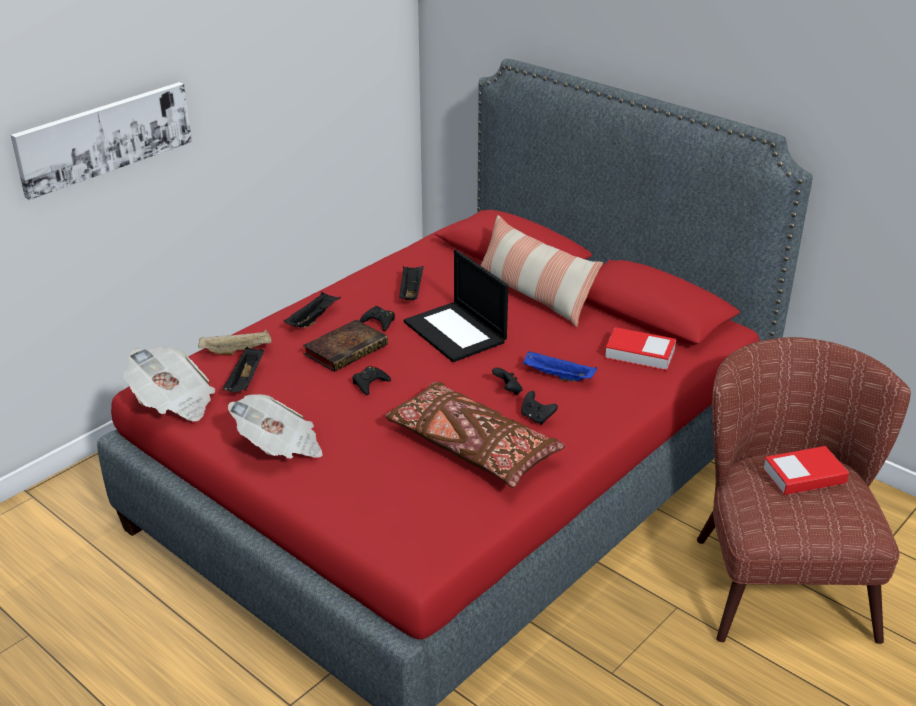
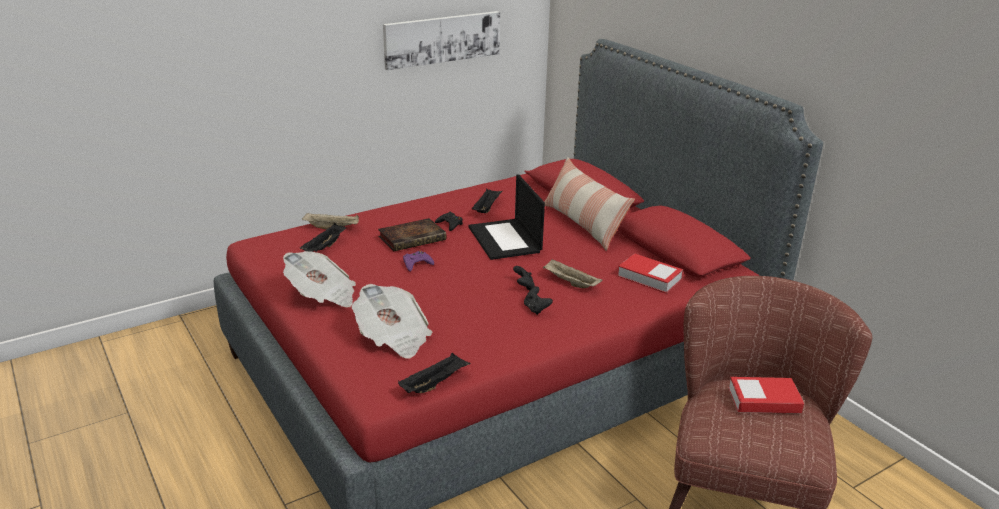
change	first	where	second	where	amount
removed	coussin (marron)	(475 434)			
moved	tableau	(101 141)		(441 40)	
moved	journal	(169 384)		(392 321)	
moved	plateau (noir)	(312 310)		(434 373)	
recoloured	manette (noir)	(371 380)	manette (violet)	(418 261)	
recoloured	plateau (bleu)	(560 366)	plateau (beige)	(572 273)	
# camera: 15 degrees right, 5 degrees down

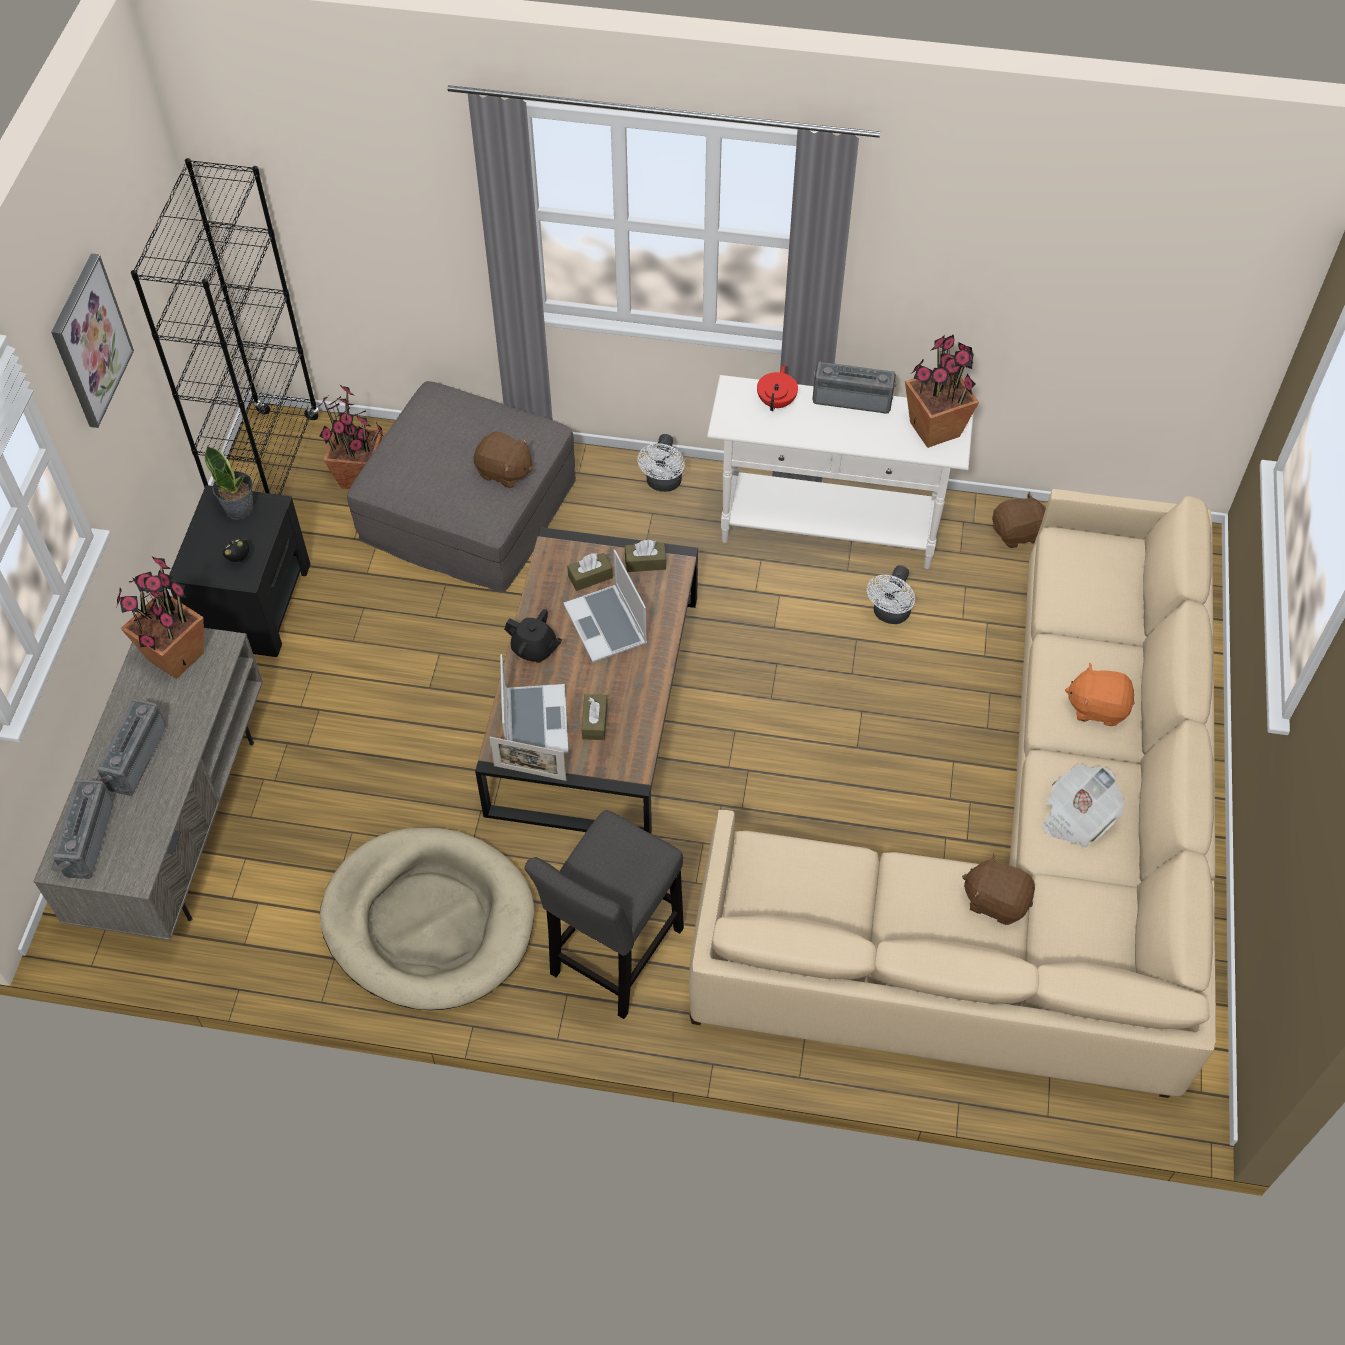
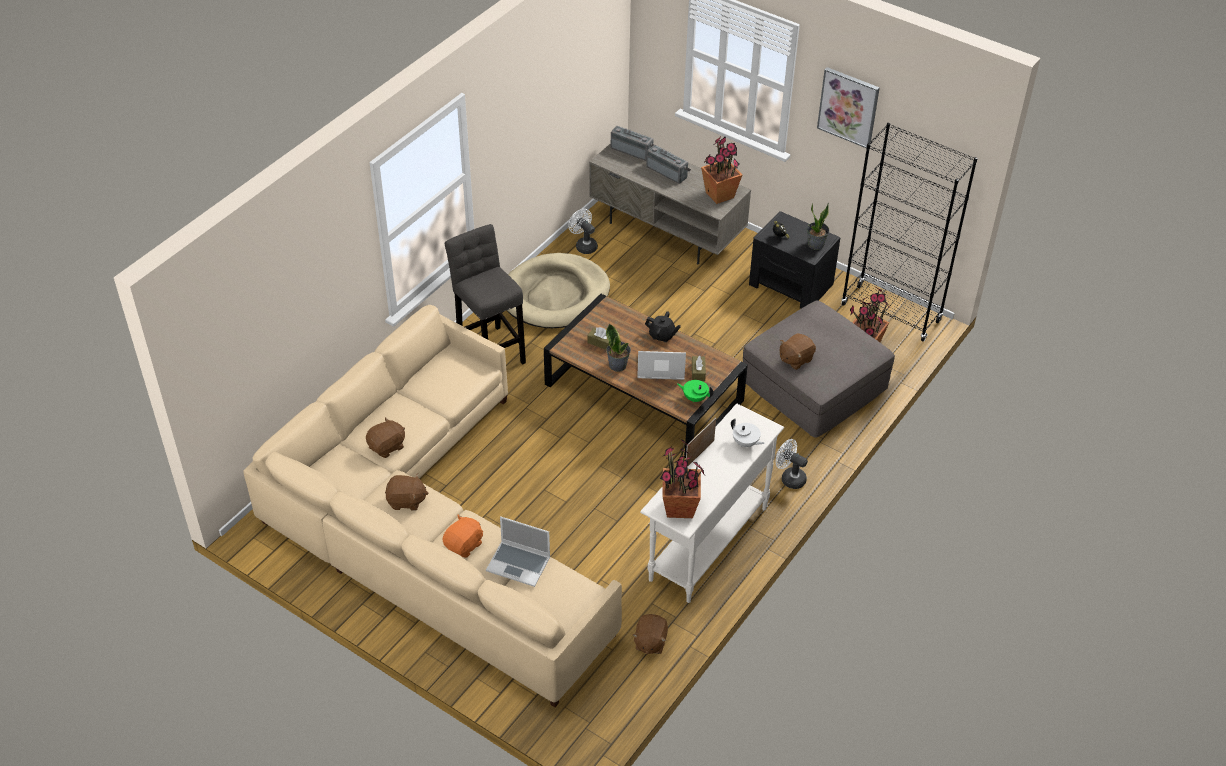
change	first	where	second	where	amount
removed	radio	(854 387)			
added			plante en pot	(618 347)	
moved	cadre photo	(527 759)		(701 442)	
moved	ordinateur portable	(534 704)		(518 551)	
moved	ventilateur (blanc)	(891 594)		(583 231)	
replaced	boîte à mouchoirs (marron)	(645 556)	théière (vert)	(695 391)	
replaced	journal	(1084 806)	peluche (marron)	(407 491)	
recoloured	théière (rouge)	(777 388)	théière (blanc)	(748 433)	
turned	théière (noir)	(533 636)		(663 326)	120 degrees counterclockwise
# camera: 115 degrees right, 10 degrees down

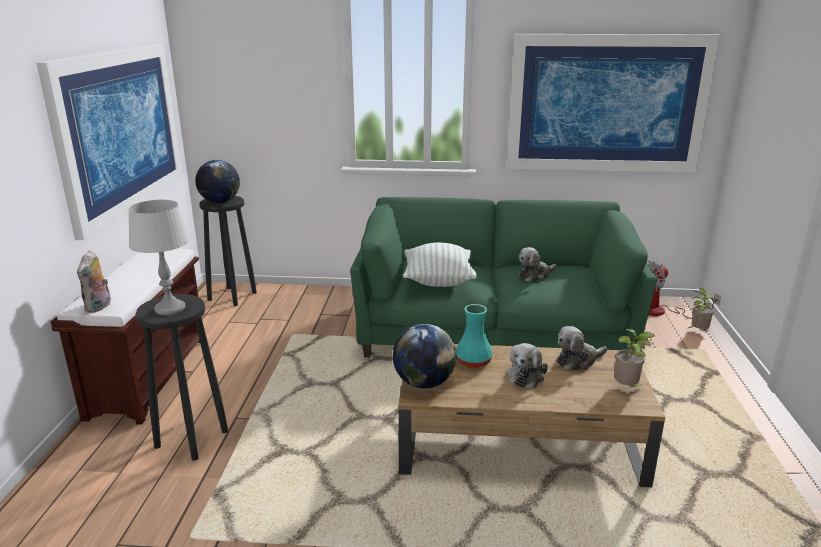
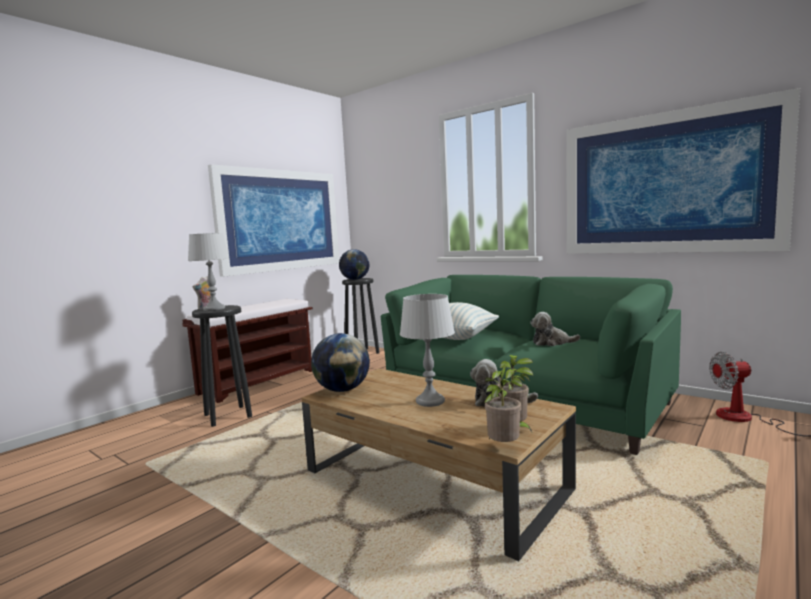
change	first	where	second	where	amount
removed	vase (turquoise)	(474 336)			
moved	plante en pot	(701 308)		(502 403)	
replaced	peluche	(527 366)	lampe de table (gris)	(427 350)	
# camera: 35 degrees right, 15 degrees down

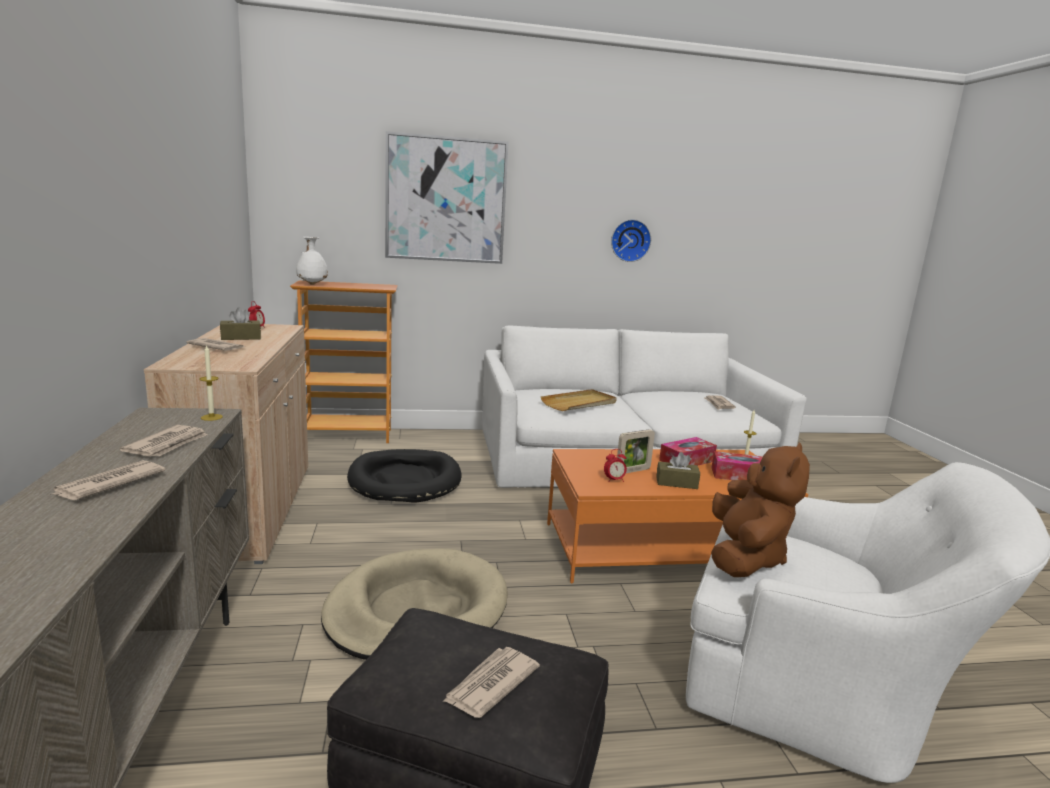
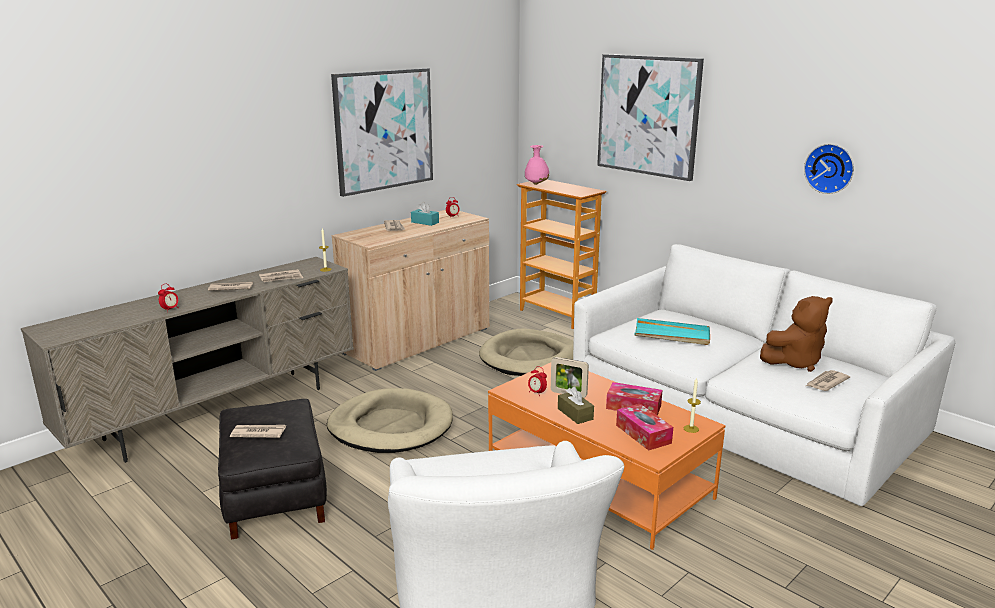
change	first	where	second	where	amount
added			réveil	(168 298)	
added			tableau	(382 132)	
moved	peluche (marron)	(760 509)		(796 334)	
recoloured	boîte à mouchoirs (marron)	(240 323)	boîte à mouchoirs (turquoise)	(425 214)	
recoloured	vase (blanc)	(312 261)	vase (rose)	(537 165)	
recoloured	panier pour chien (noir)	(404 476)	panier pour chien (beige)	(526 352)	
recoloured	plateau (beige)	(579 400)	plateau (turquoise)	(672 331)	
# camera: 55 degrees right, 5 degrees up

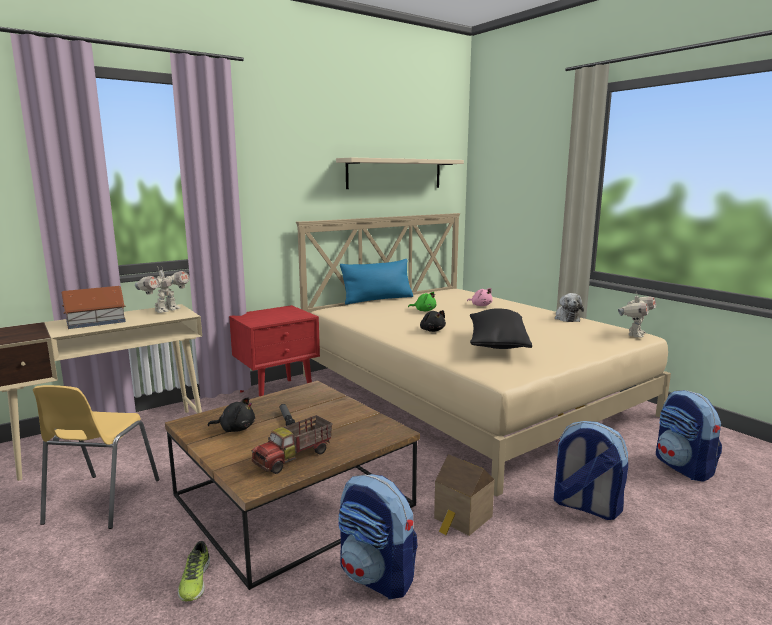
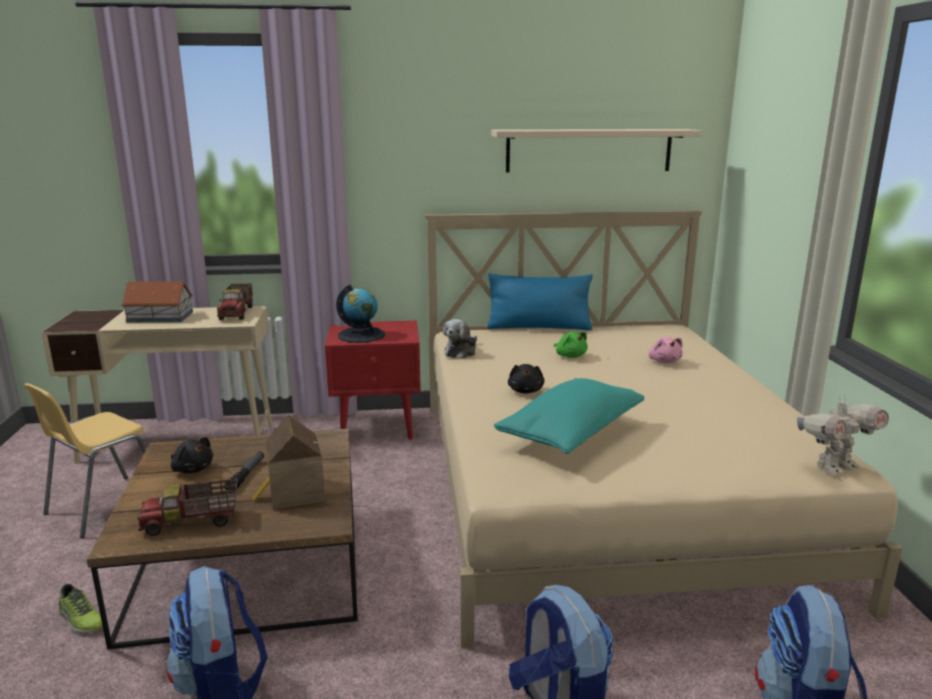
change	first	where	second	where	amount
added			globe	(360 313)	
moved	maison miniature	(464 495)		(289 462)	
moved	peluche	(569 307)		(460 339)	
replaced	robot jouet	(162 289)	camion jouet	(235 301)	
recoloured	coussin (noir)	(501 328)	coussin (turquoise)	(569 416)	
turned	chaussure	(194 571)		(81 609)	75 degrees counterclockwise
# camera: 30 degrees right, 5 degrees up

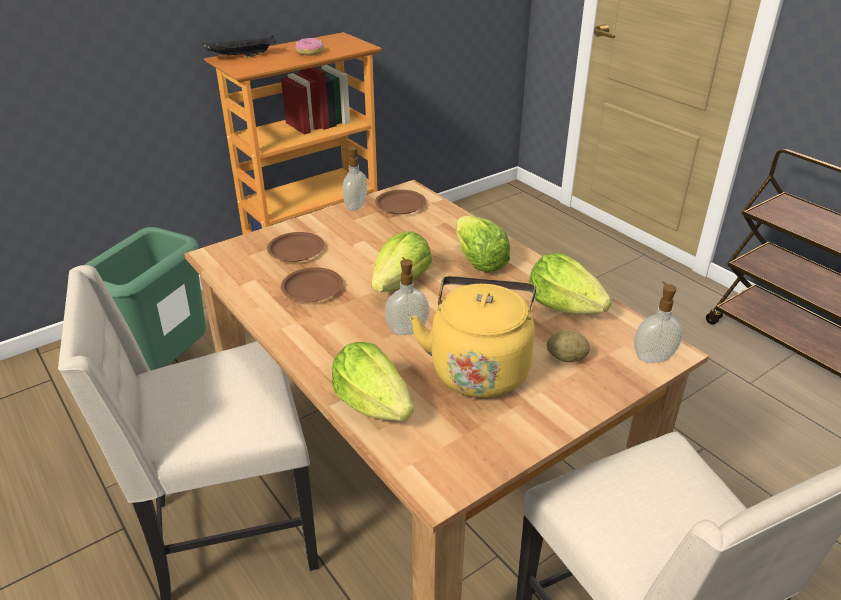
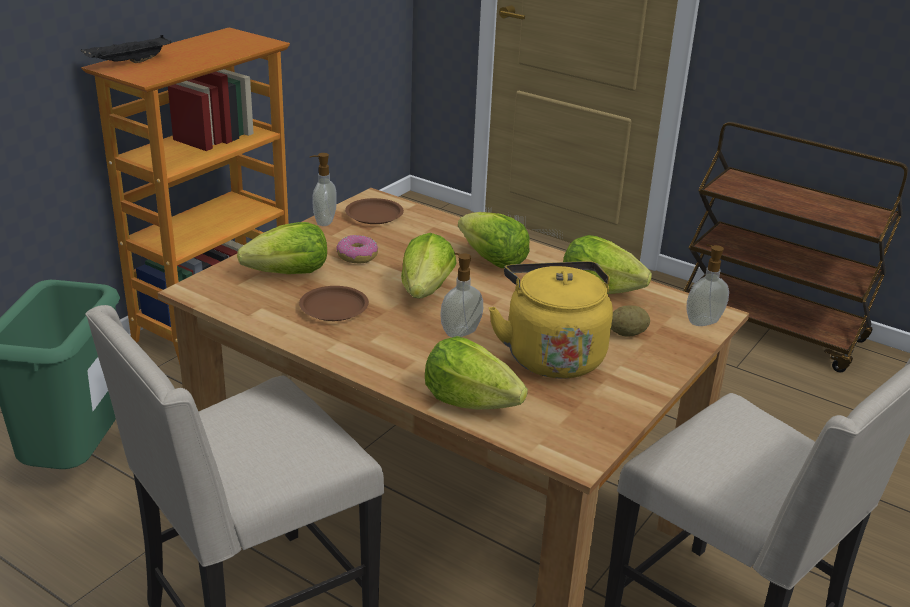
change	first	where	second	where	amount
moved	beignet	(309 47)		(357 249)	
replaced	assiette (marron)	(295 247)	laitue	(282 248)	
# camera: 20 degrees left, 5 degrees down

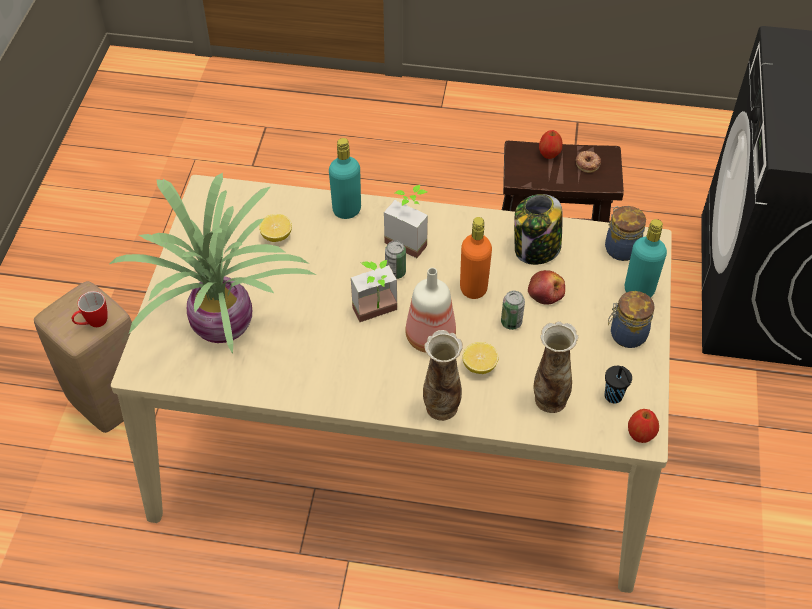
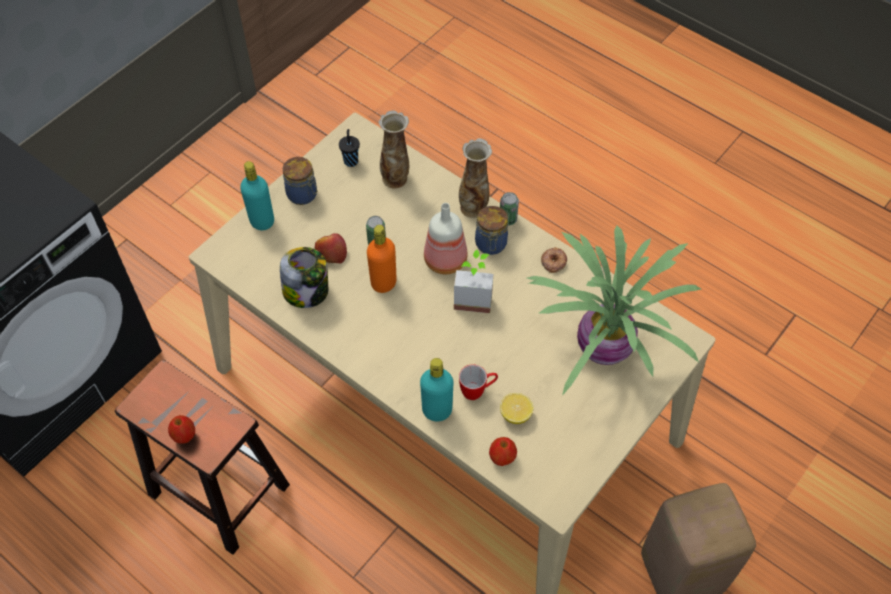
change	first	where	second	where	amount
removed	plante en pot	(406 221)			
removed	citron	(480 358)			
moved	mug	(90 309)		(478 382)	
moved	boîte métallique	(395 259)		(509 208)	
moved	beignet	(588 162)		(554 260)	
moved	bocal	(625 233)		(491 230)	
moved	pomme	(643 426)		(503 451)	
# camera: 150 degrees left, 5 degrees up

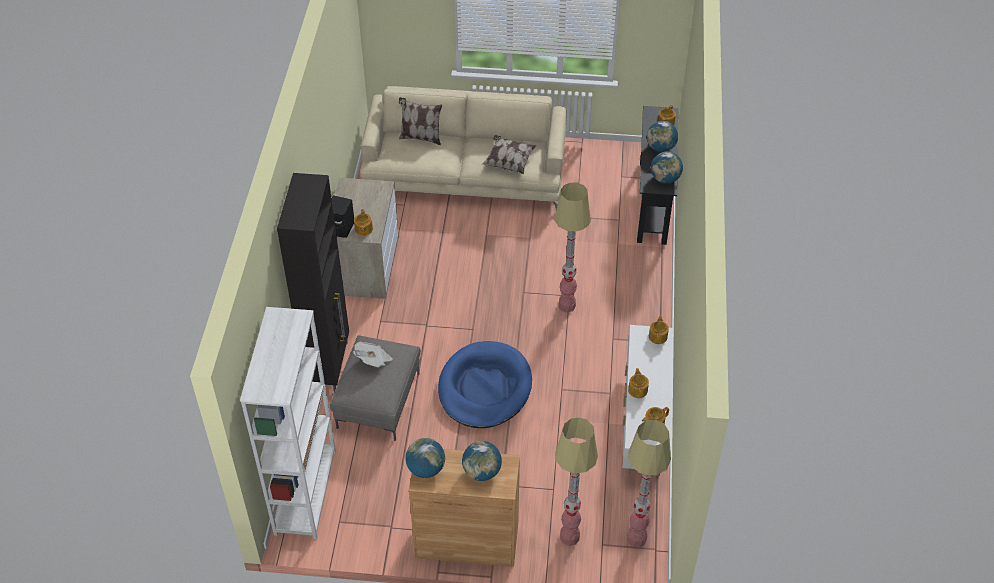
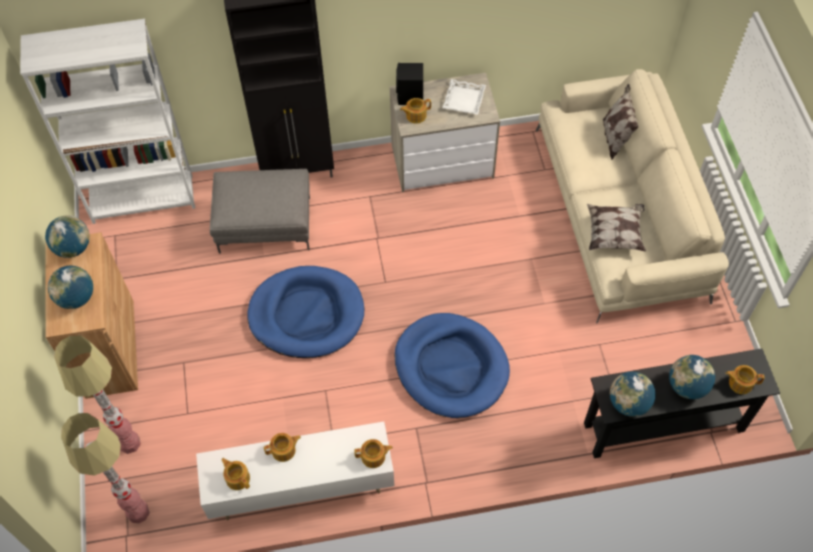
change	first	where	second	where	amount
removed	journal	(373 354)			
added			plateau (blanc)	(464 97)	
replaced	lampadaire	(572 248)	panier pour chien (bleu)	(452 365)	
# camera: 75 degrees right, 10 degrees up

